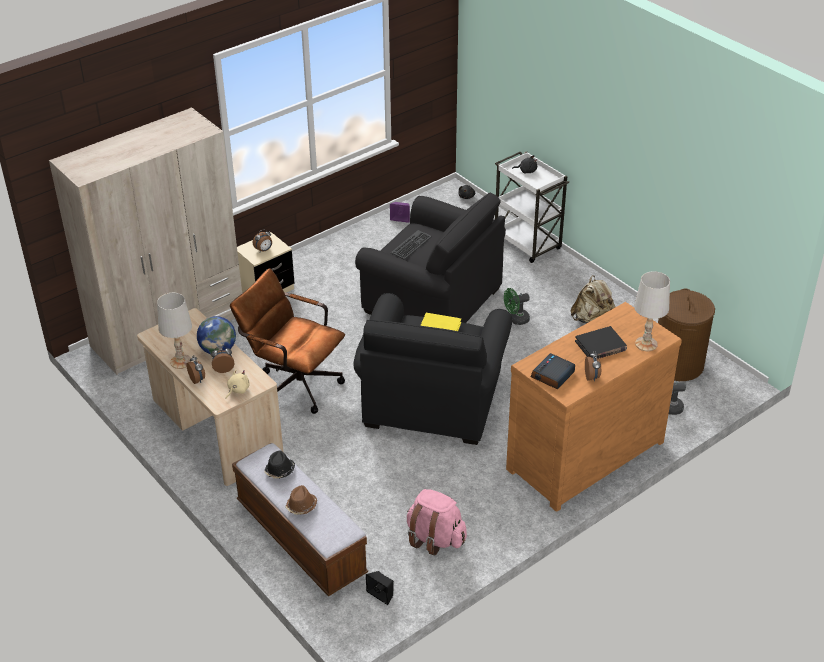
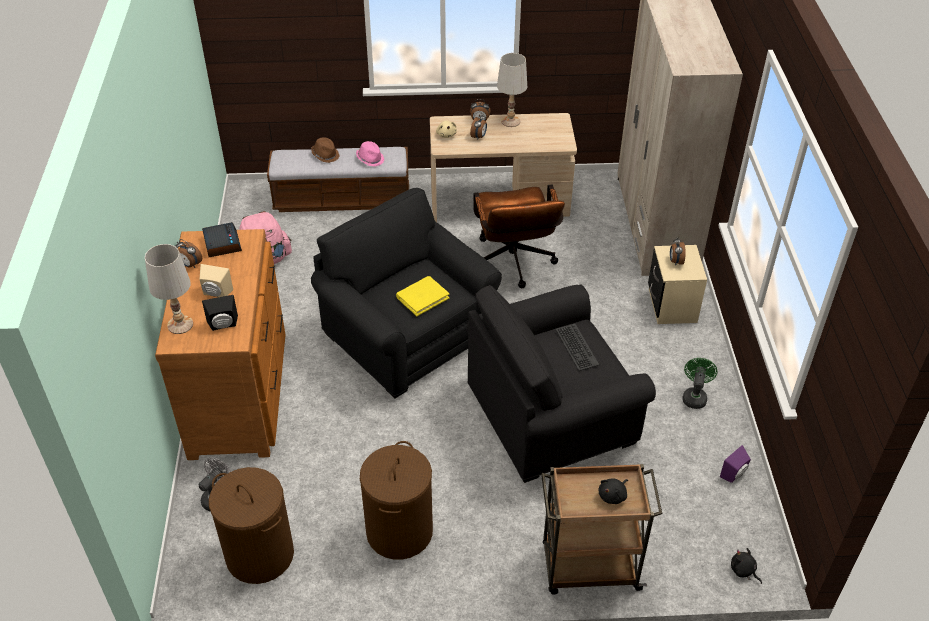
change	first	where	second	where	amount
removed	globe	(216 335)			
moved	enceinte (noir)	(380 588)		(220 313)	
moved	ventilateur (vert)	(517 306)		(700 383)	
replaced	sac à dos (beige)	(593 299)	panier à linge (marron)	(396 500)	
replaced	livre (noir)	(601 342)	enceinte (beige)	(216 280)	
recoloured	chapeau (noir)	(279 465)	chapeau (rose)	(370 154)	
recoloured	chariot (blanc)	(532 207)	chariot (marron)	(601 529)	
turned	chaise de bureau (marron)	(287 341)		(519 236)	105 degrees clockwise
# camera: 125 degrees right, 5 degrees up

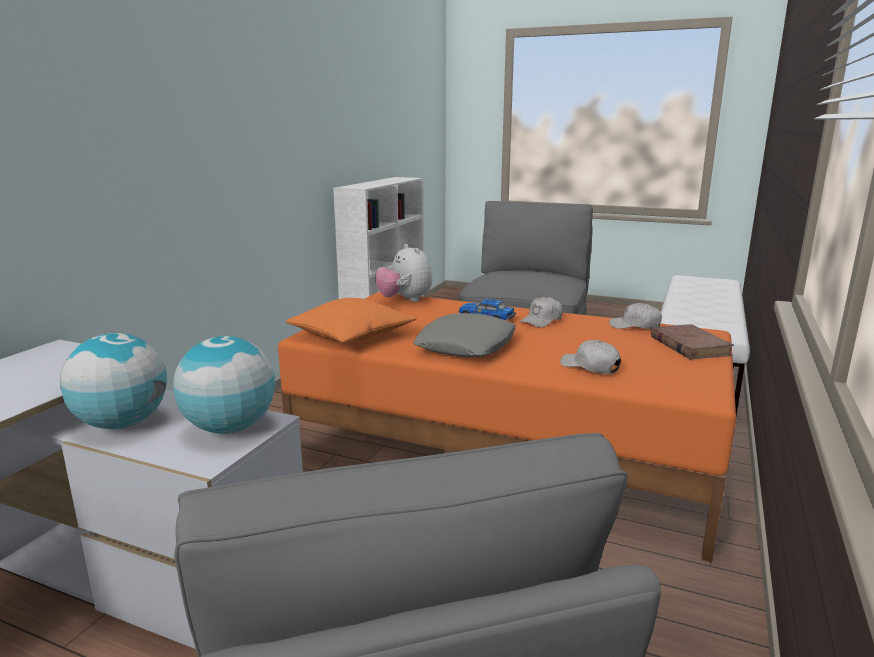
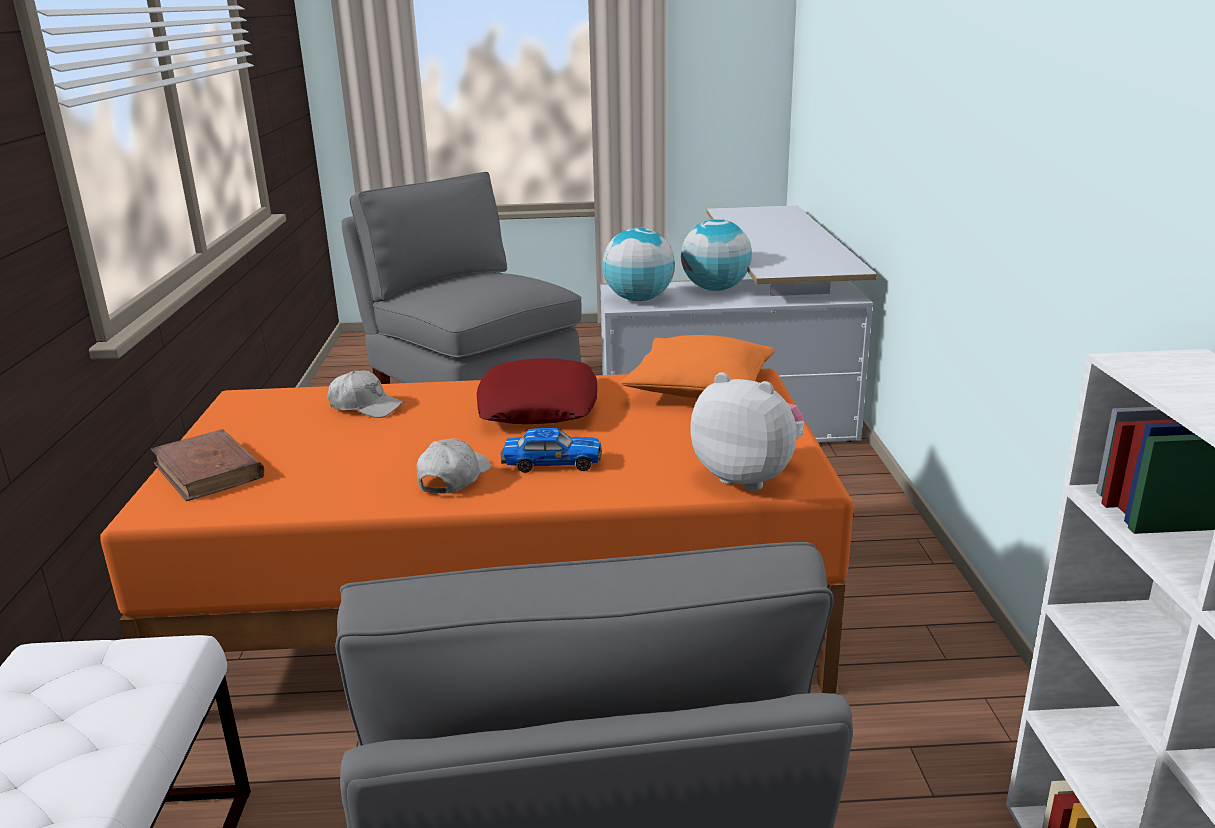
change	first	where	second	where	amount
removed	casquette (blanc)	(635 316)			
recoloured	coussin (gris)	(464 335)	coussin (rouge)	(537 391)	
# camera: 155 degrees right, 5 degrees up

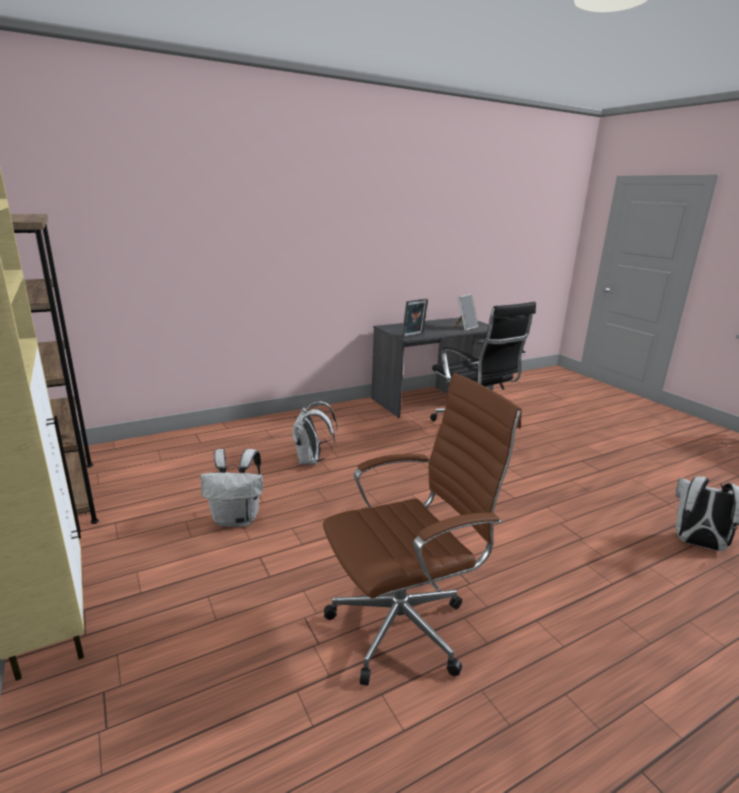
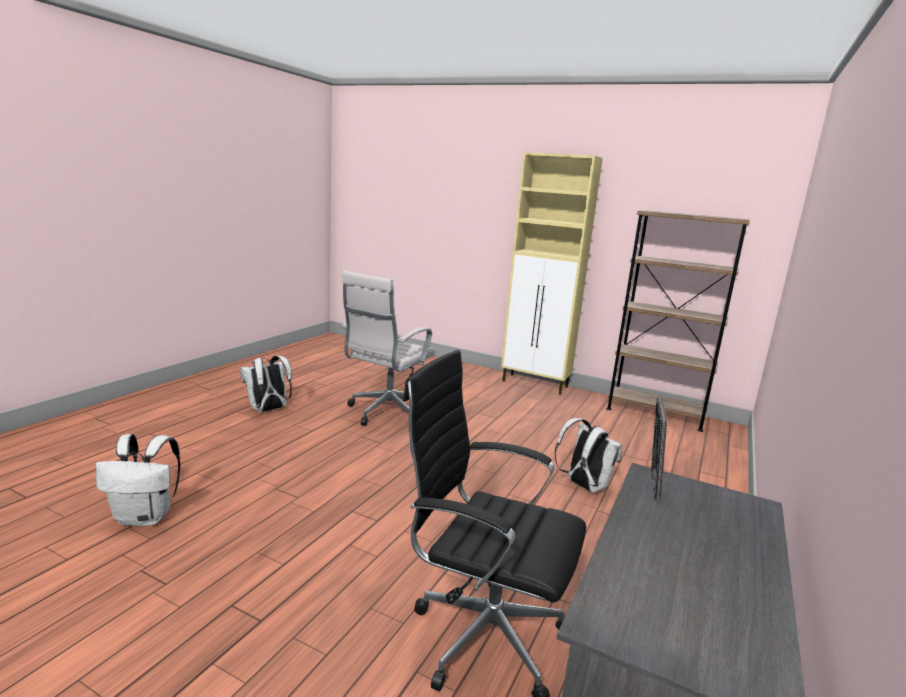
change	first	where	second	where	amount
removed	cadre photo	(466 312)			
moved	sac à dos (blanc)	(231 488)		(266 384)	
recoloured	chaise de bureau (marron)	(422 529)	chaise de bureau (blanc)	(388 348)	
# camera: 145 degrees right, 5 degrees down

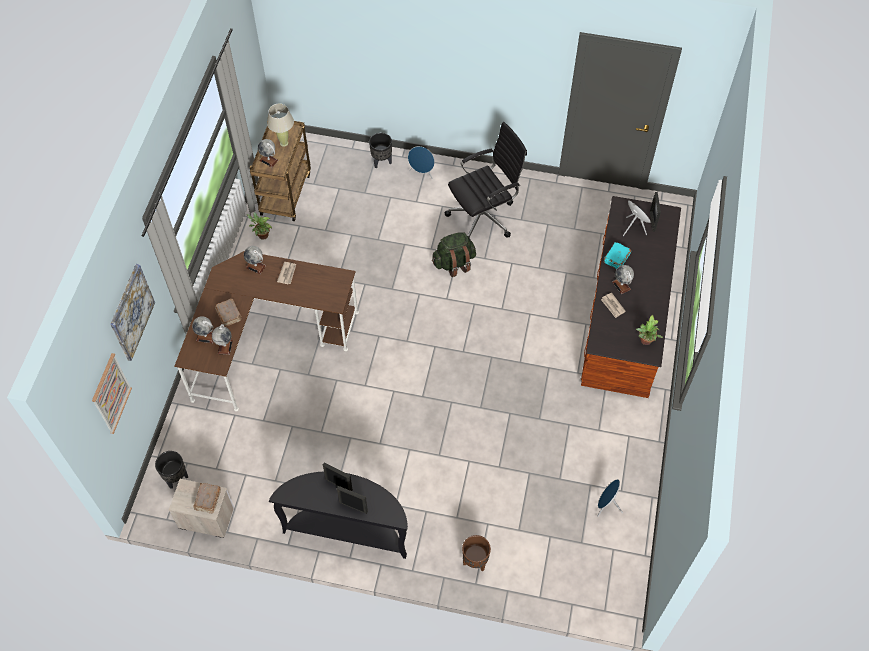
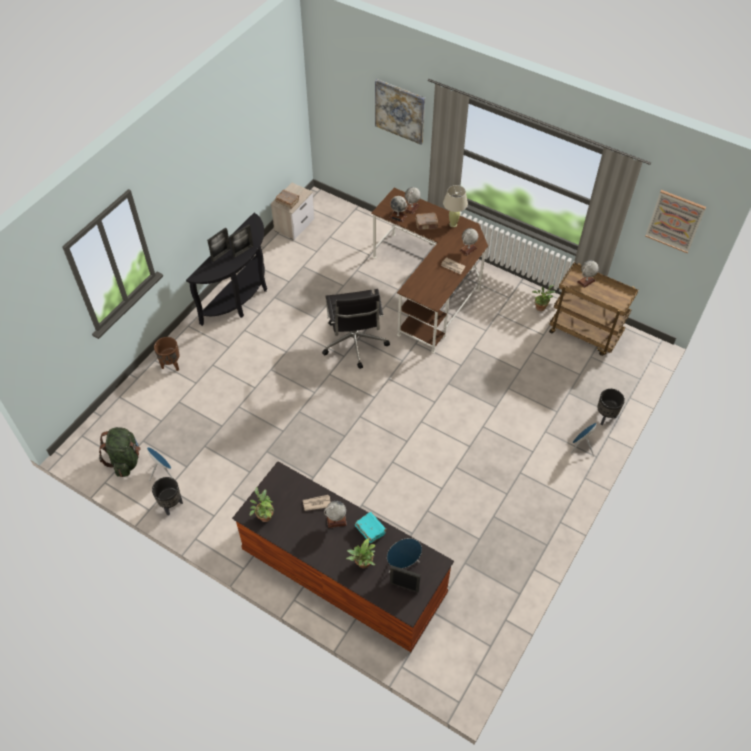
change	first	where	second	where	amount
added			plante en pot	(361 553)	
moved	tableau	(112 393)		(675 221)	
moved	cache-pot (noir)	(171 470)		(167 496)	
moved	lampe de table (beige)	(280 125)		(455 206)	
moved	sac à dos (vert)	(454 254)		(120 452)	
moved	chaise de bureau (noir)	(486 181)		(356 329)	
# camera: 110 degrees right, 5 degrees down

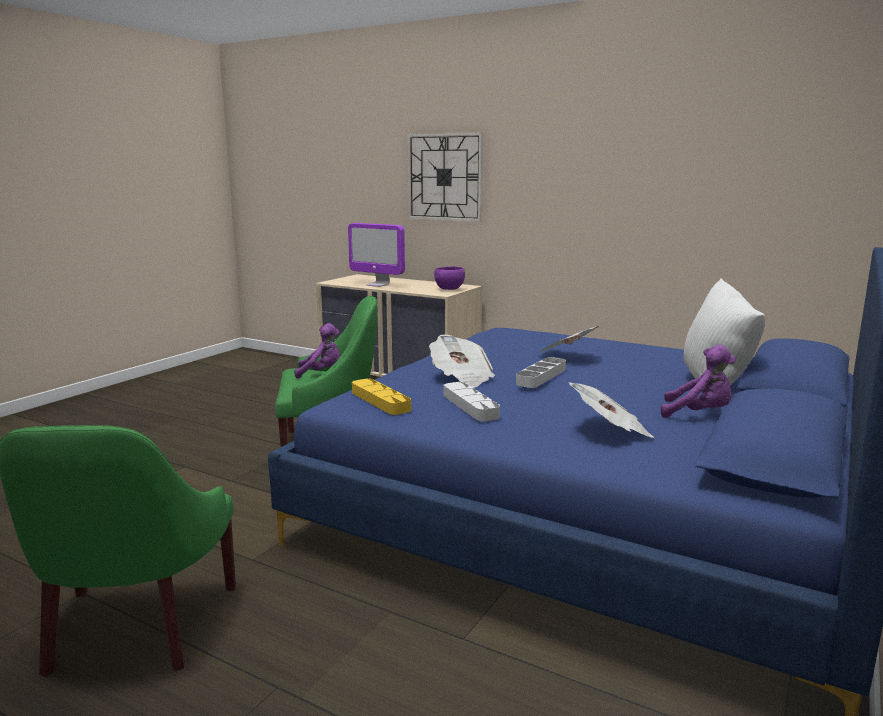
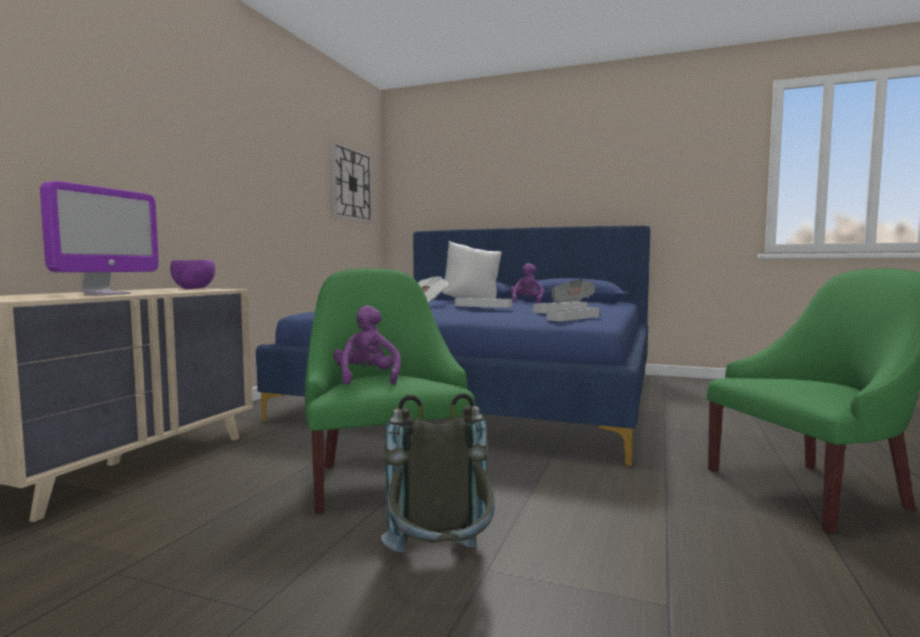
change	first	where	second	where	amount
removed	journal	(462 361)			
added			sac à dos (gris)	(438 473)	
moved	horloge murale	(445 177)		(351 181)	
recoloured	plateau (jaune)	(381 396)	plateau (gris)	(572 314)	
# camera: 100 degrees left, 10 degrees down

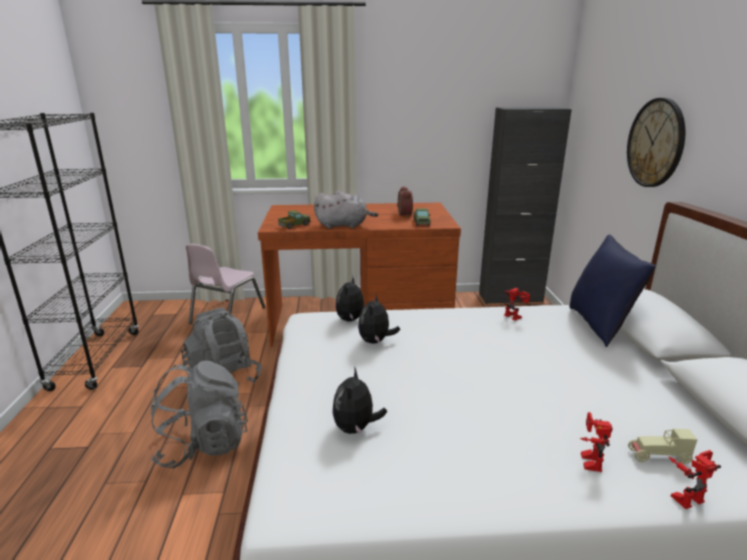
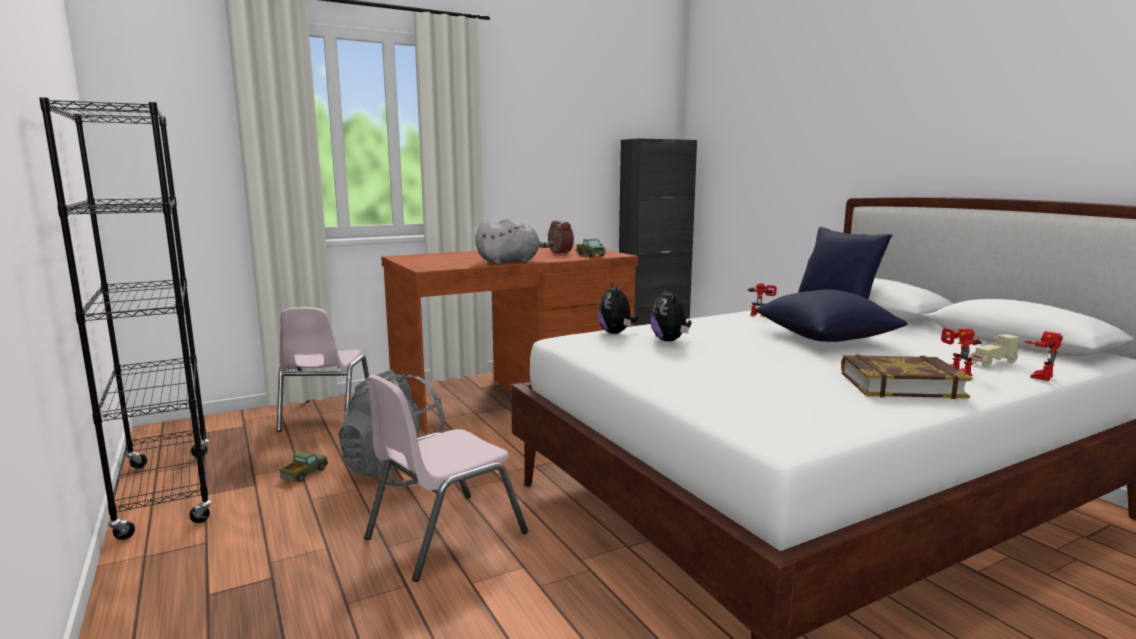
change	first	where	second	where	amount
removed	peluche	(359 401)			
removed	horloge murale	(656 142)			
added			coussin (bleu)	(830 315)	
added			livre	(907 376)	
moved	camion jouet	(294 219)		(304 466)	
replaced	sac à dos (gris)	(199 414)	chaise (rose)	(446 478)	
# camera: 25 degrees left, 10 degrees down

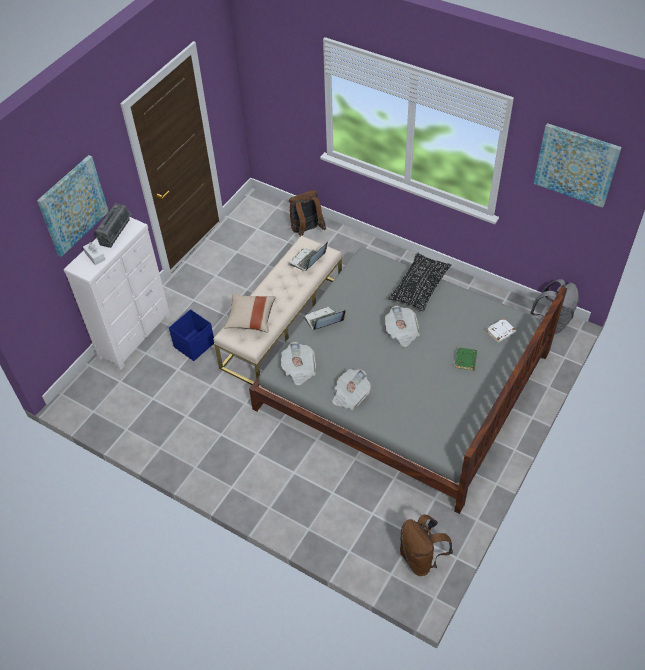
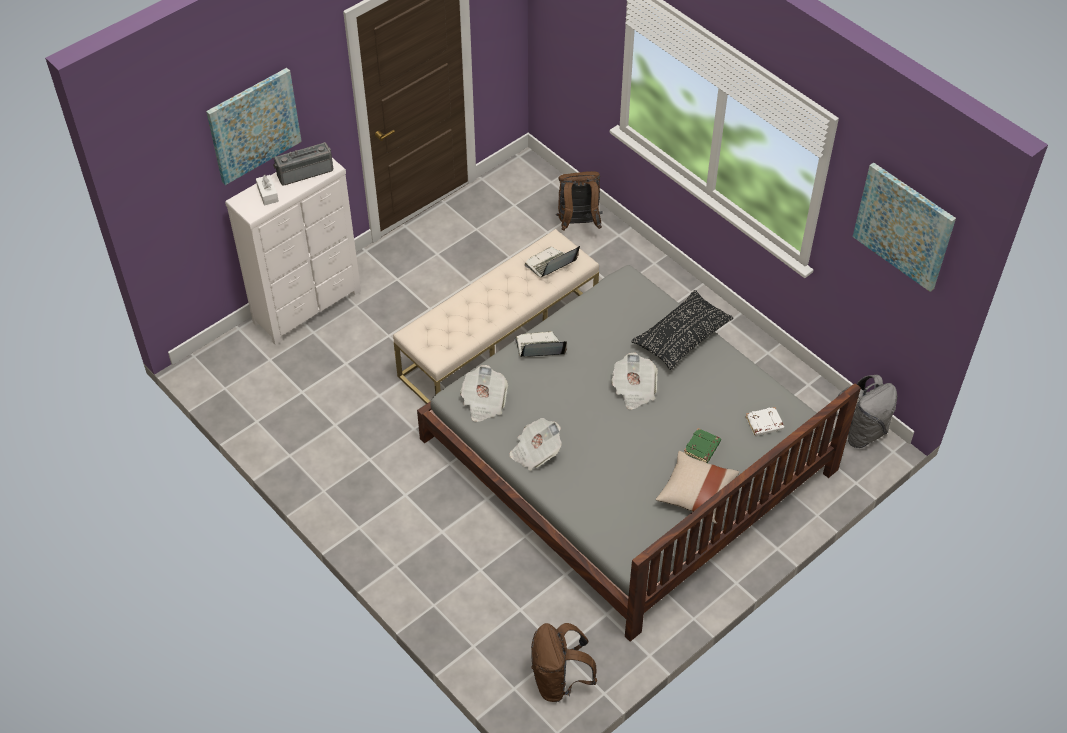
change	first	where	second	where	amount
removed	boîte de rangement (bleu)	(191 335)			
moved	coussin (beige)	(250 313)		(697 487)	
turned	radio	(113 225)		(303 163)	150 degrees counterclockwise
# camera: 15 degrees right, 0 degrees up

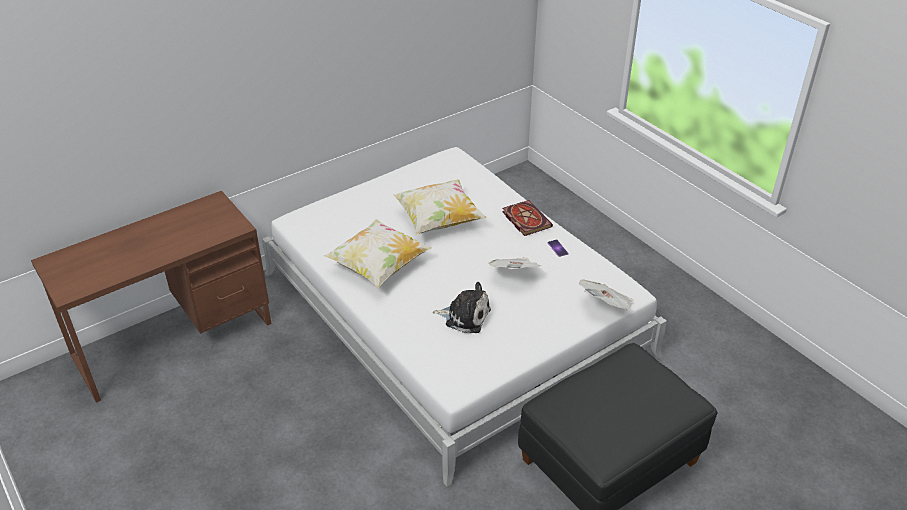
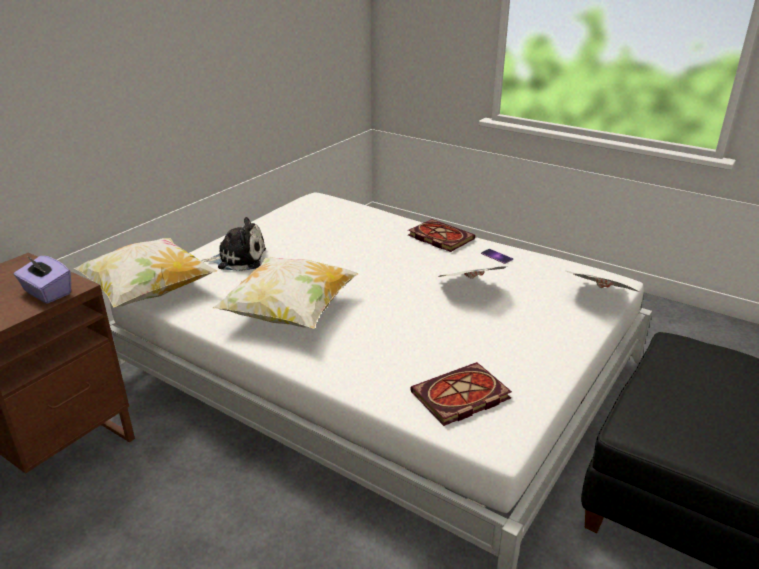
change	first	where	second	where	amount
added			boîte à mouchoirs (violet)	(42 279)	
added			livre	(461 394)	
moved	coussin	(440 207)		(145 273)	
moved	peluche	(462 307)		(233 244)	
# camera: 20 degrees left, 10 degrees down

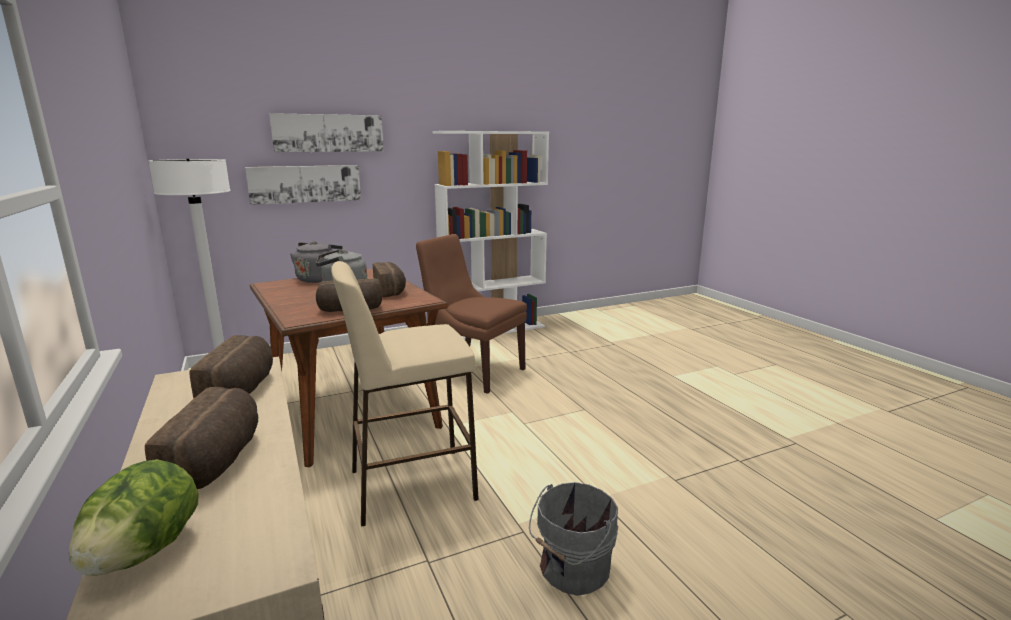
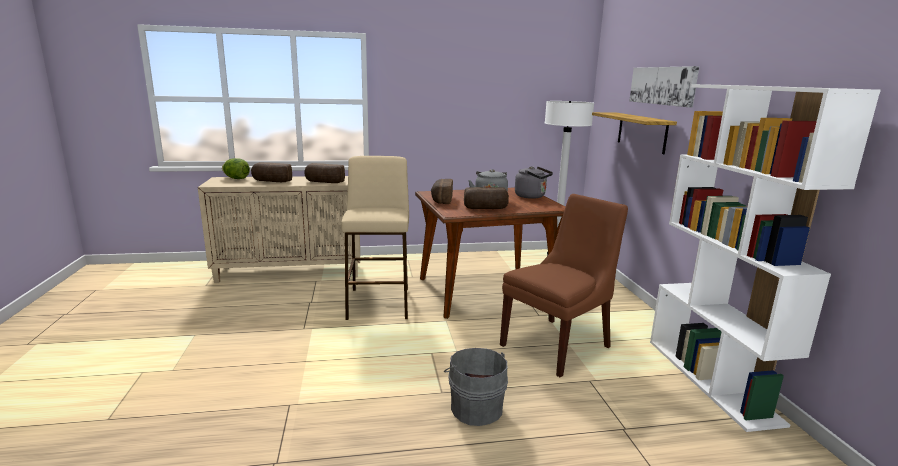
change	first	where	second	where	amount
moved	seau (gris)	(573 539)		(476 387)	
replaced	tableau	(303 185)	étagère	(634 133)	
# camera: 105 degrees right, 0 degrees up

